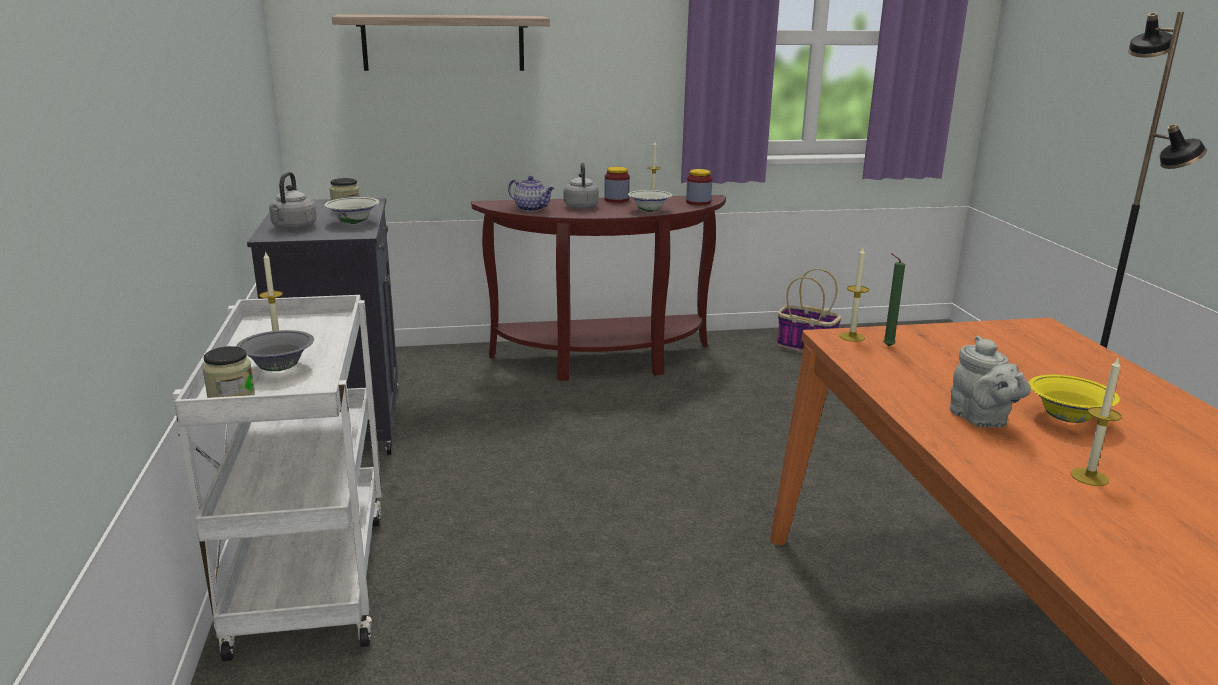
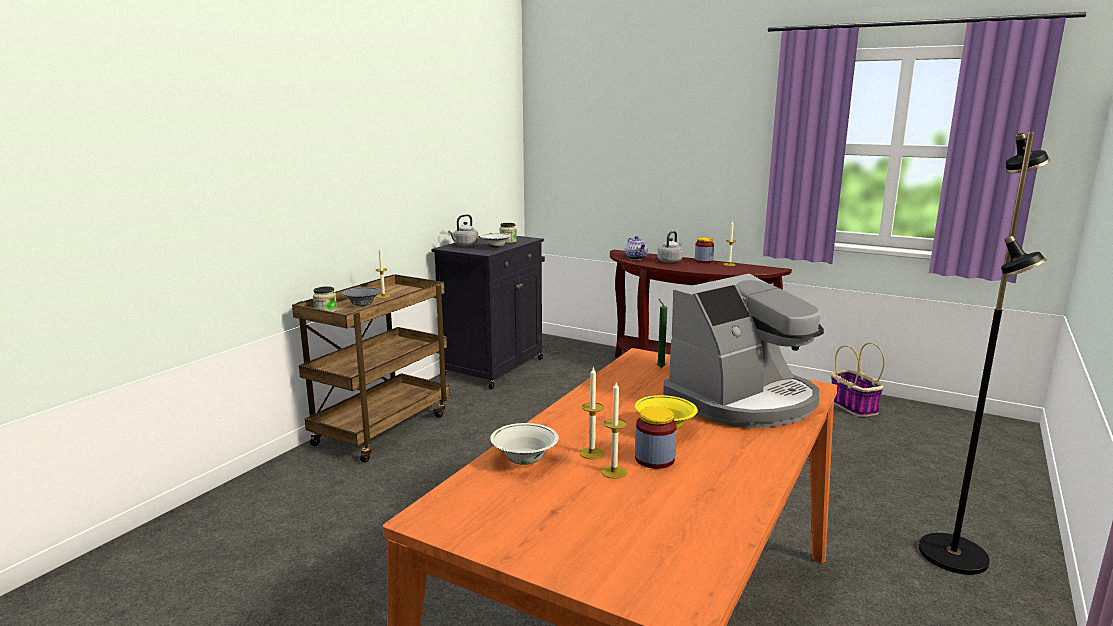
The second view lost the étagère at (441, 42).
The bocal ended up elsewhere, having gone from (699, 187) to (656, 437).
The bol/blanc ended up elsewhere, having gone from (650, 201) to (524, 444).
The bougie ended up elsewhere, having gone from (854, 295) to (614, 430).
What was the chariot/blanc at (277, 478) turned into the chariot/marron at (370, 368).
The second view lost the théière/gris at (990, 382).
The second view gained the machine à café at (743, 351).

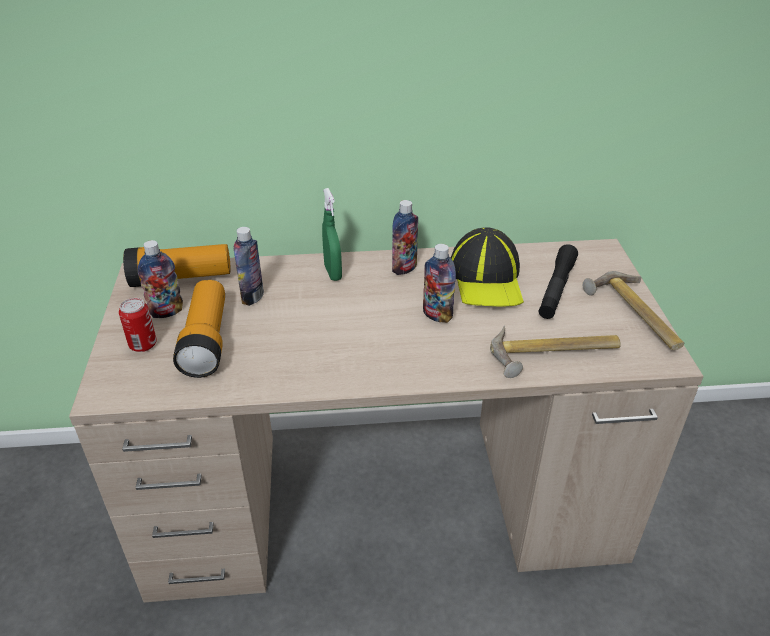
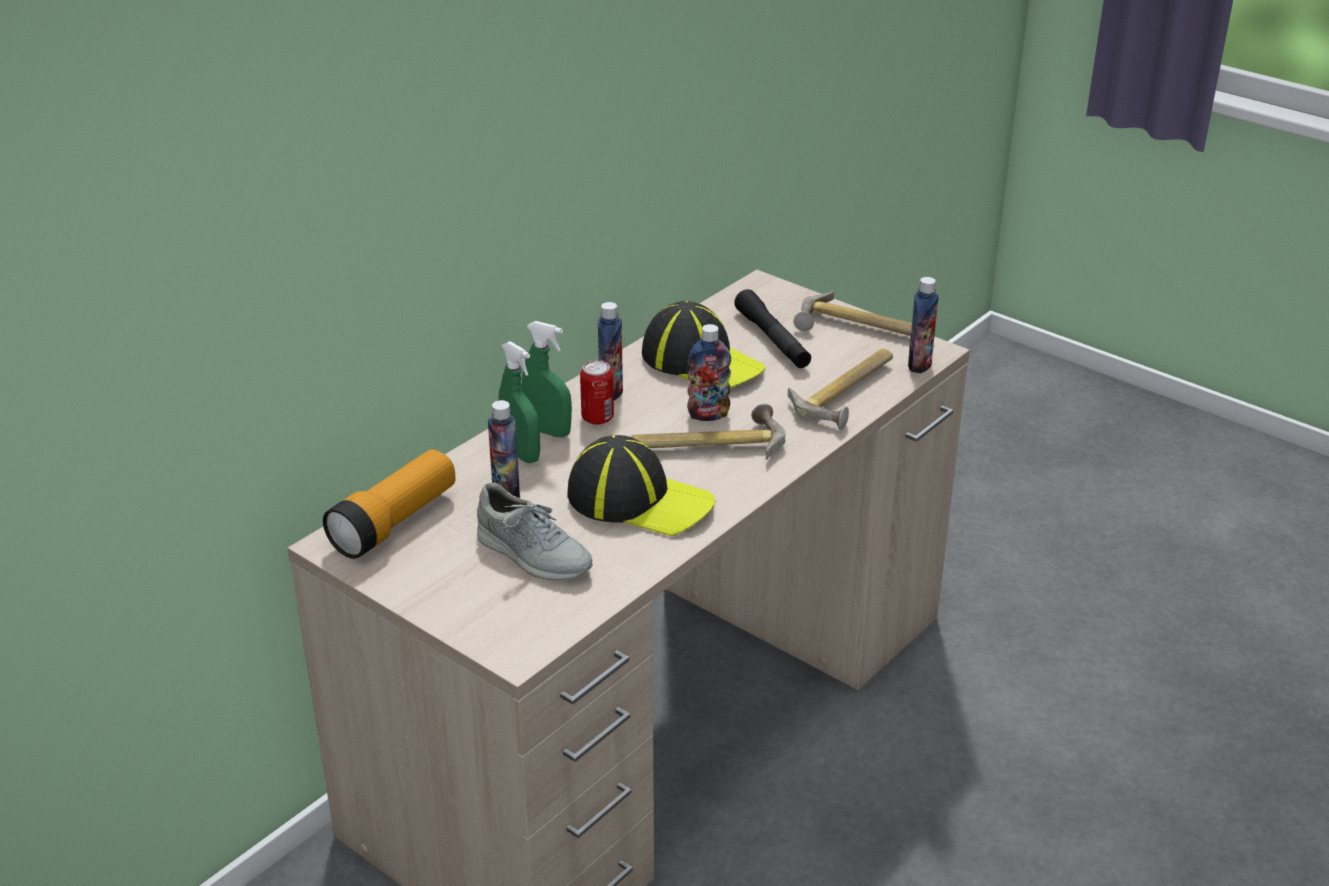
The bouteille ended up elsewhere, having gone from (160, 279) to (923, 325).
Where the lampe de poche stood at (199, 329), the chaussure/gris came to stand at (535, 532).
The boîte métallique ended up elsewhere, having gone from (138, 325) to (597, 392).
The second view gained the vaporisateur/vert at (519, 402).
The second view gained the marteau at (708, 432).
The second view gained the casquette at (641, 485).

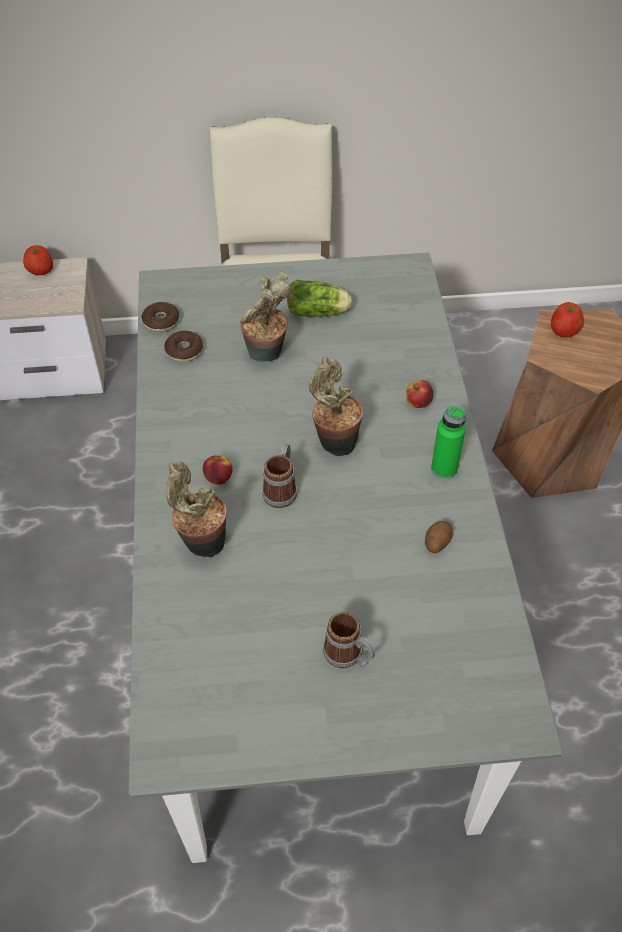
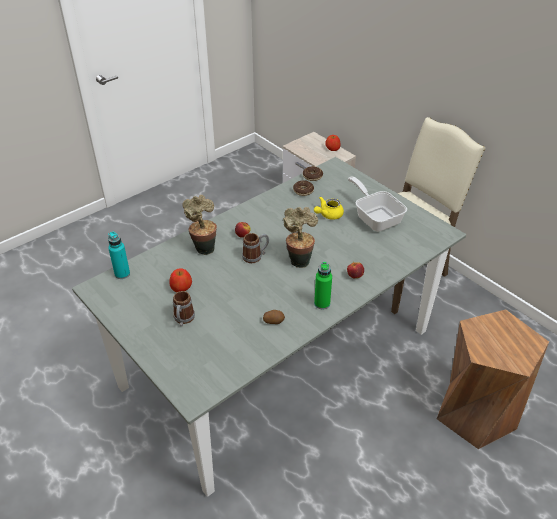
Where the plante en pot stood at (266, 316), the théière/jaune came to stand at (329, 208).
Where the laitue stood at (319, 298), the poêle came to stand at (377, 204).
The pomme ended up elsewhere, having gone from (567, 320) to (180, 280).
The second view gained the bouteille/turquoise at (119, 255).

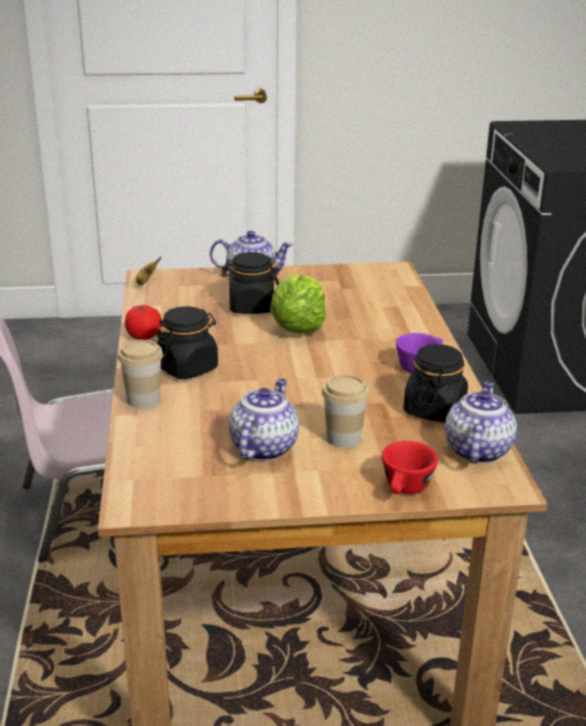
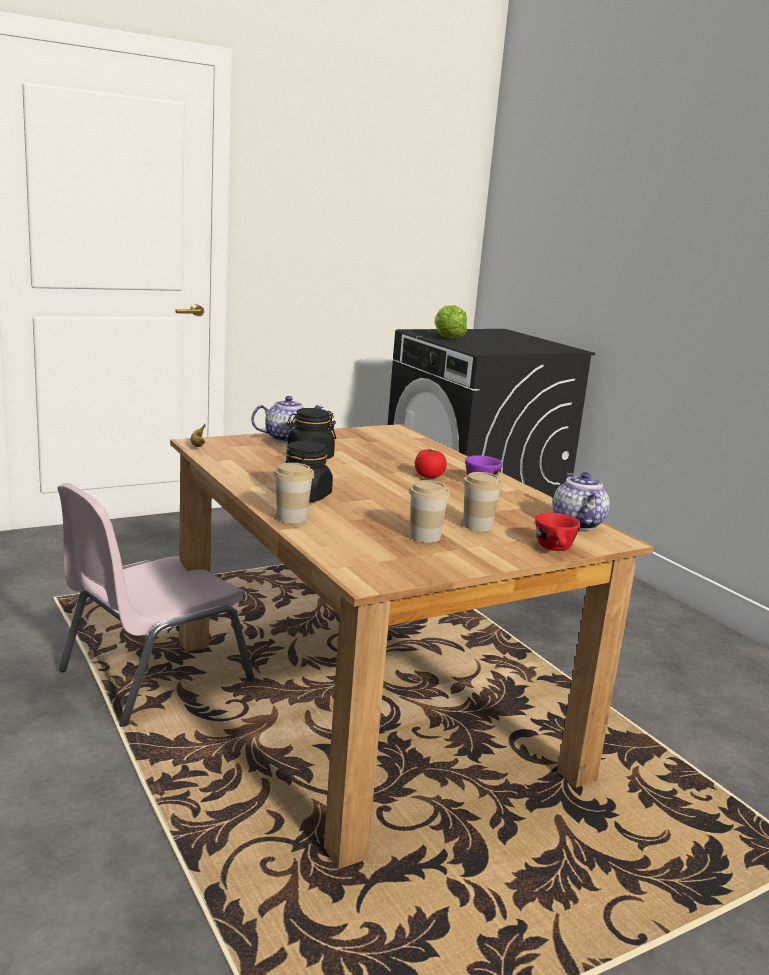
The laitue ended up elsewhere, having gone from (298, 303) to (451, 322).
The tomate ended up elsewhere, having gone from (143, 322) to (431, 463).
The second view lost the bocal/noir at (435, 383).
Where the théière stood at (264, 420), the tasse came to stand at (429, 511).

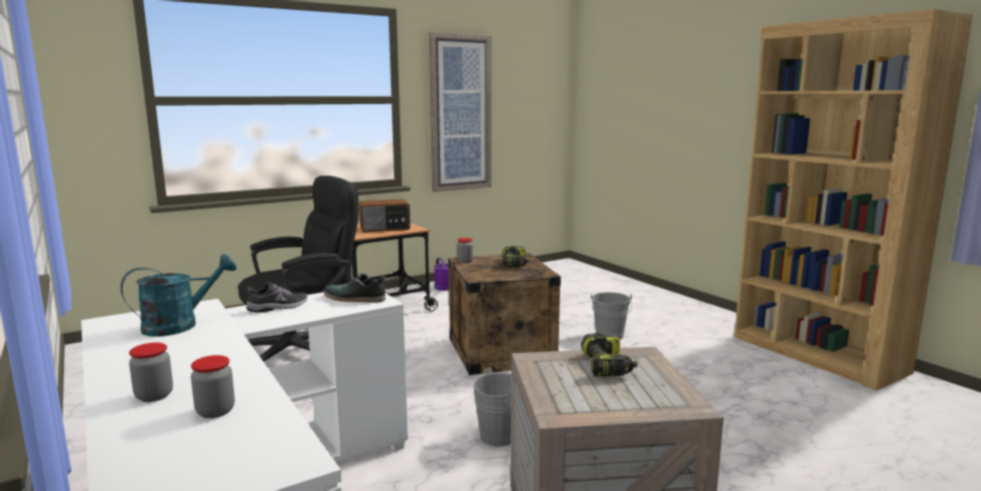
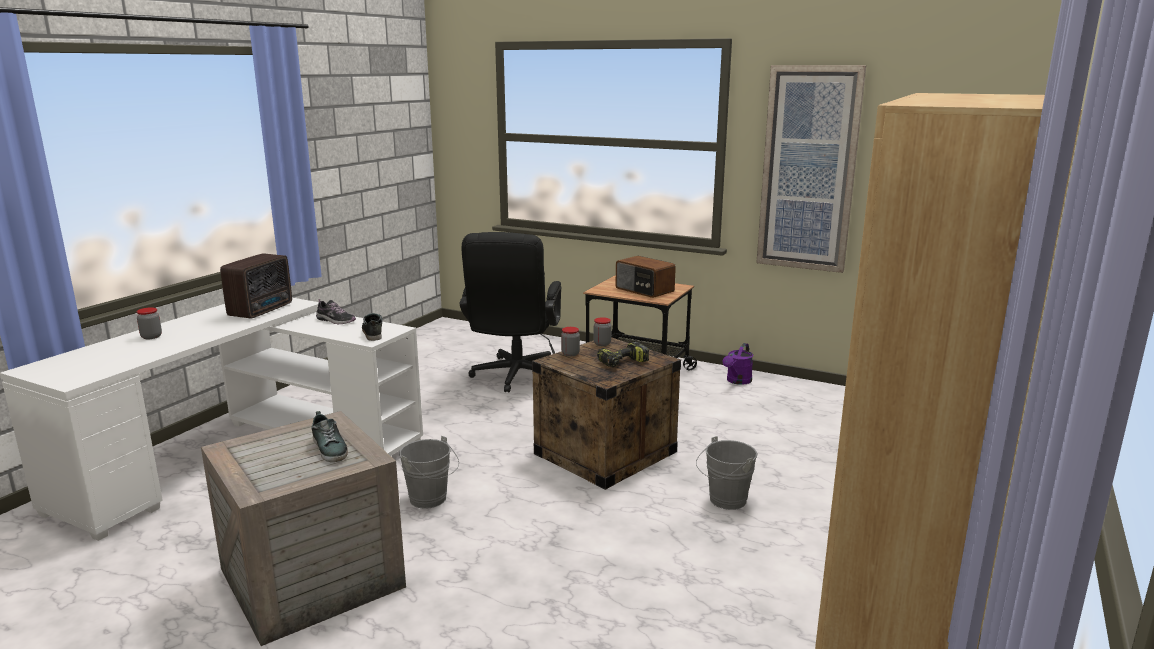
The chaise de bureau/noir at (298, 268) ended up facing another way, 75 degrees clockwise from before.
Where the arrosoir/turquoise stood at (178, 295), the radio came to stand at (256, 285).
Where the perceuse stood at (609, 354), the chaussure came to stand at (329, 436).
The bocal ended up elsewhere, having gone from (213, 386) to (570, 341).

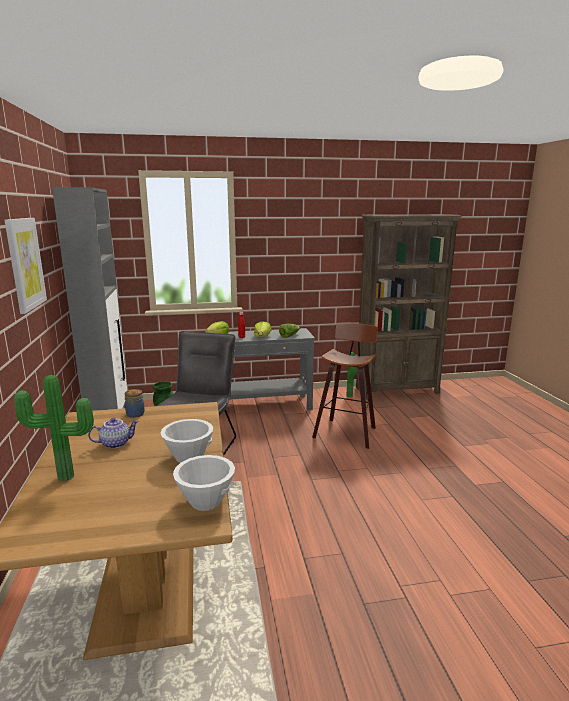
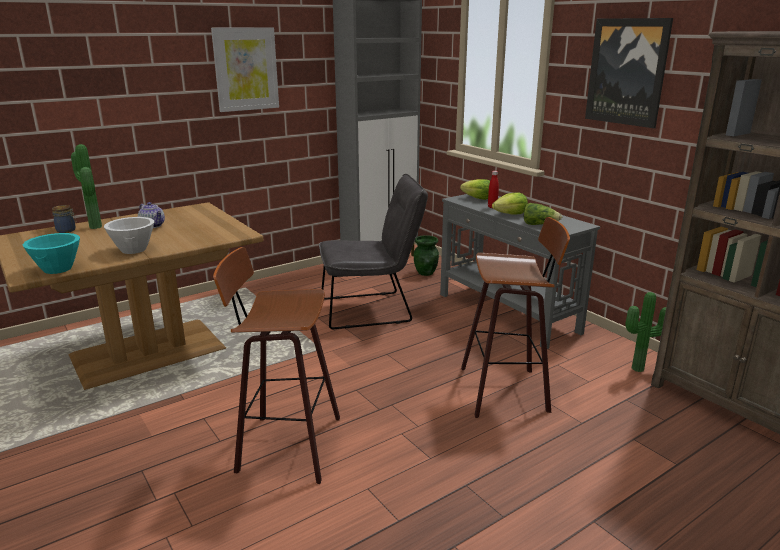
The bocal ended up elsewhere, having gone from (134, 403) to (64, 219).
What was the bol/blanc at (204, 483) turned into the bol/turquoise at (51, 253).
The second view gained the tableau at (629, 73).
The second view gained the tabouret at (276, 365).

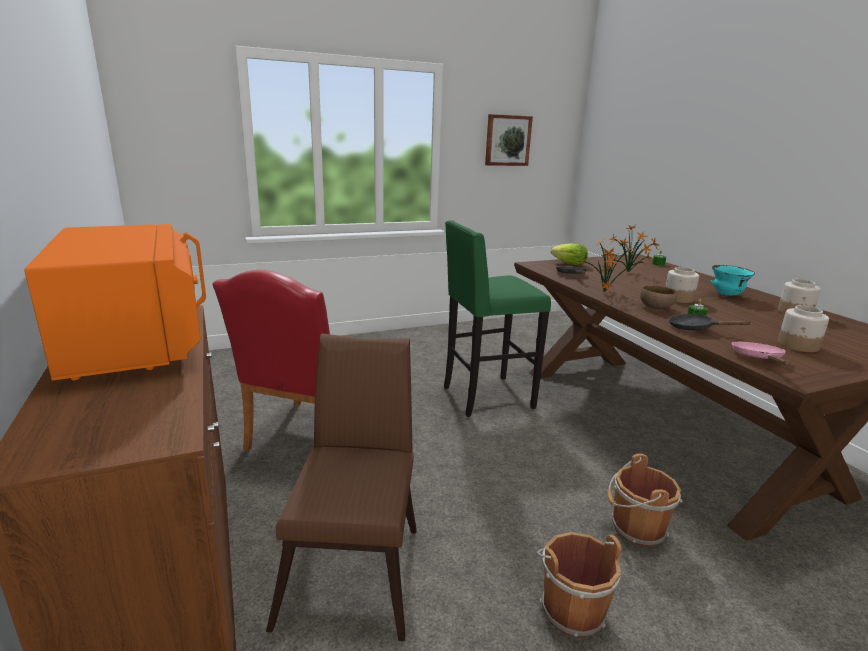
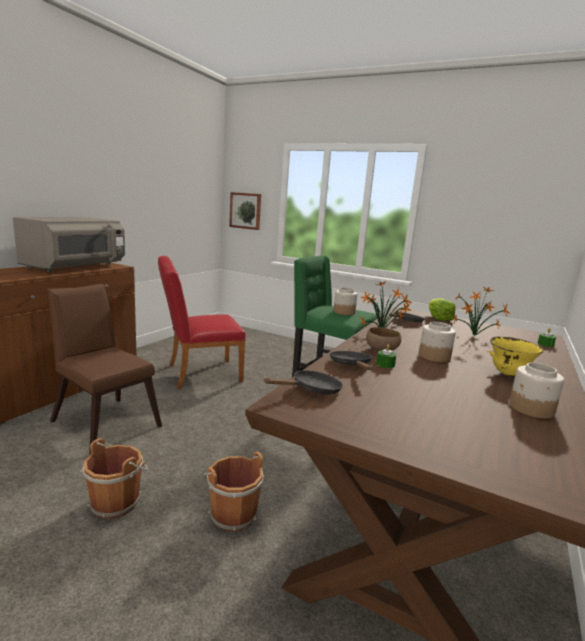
The tableau ended up elsewhere, having gone from (509, 140) to (245, 211).
What was the micro-ondes/orange at (115, 302) turned into the micro-ondes/gris at (69, 244).
What was the bol/turquoise at (732, 280) turned into the bol/jaune at (516, 357).
The bocal ended up elsewhere, having gone from (803, 328) to (345, 301).
The chaise/marron at (341, 487) ended up facing another way, 105 degrees counterclockwise from before.
What was the poêle/rose at (761, 353) turned into the poêle/noir at (303, 382).

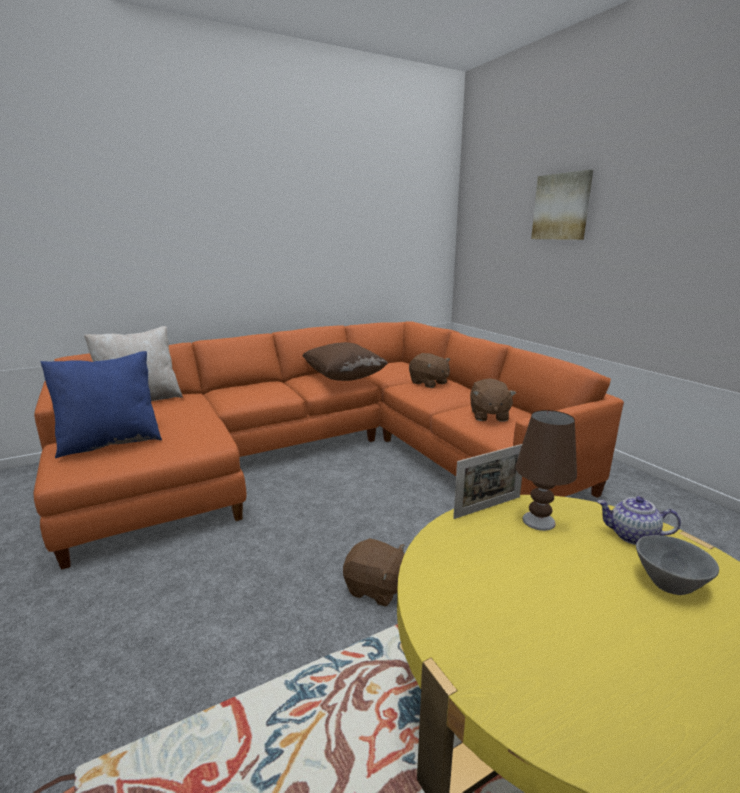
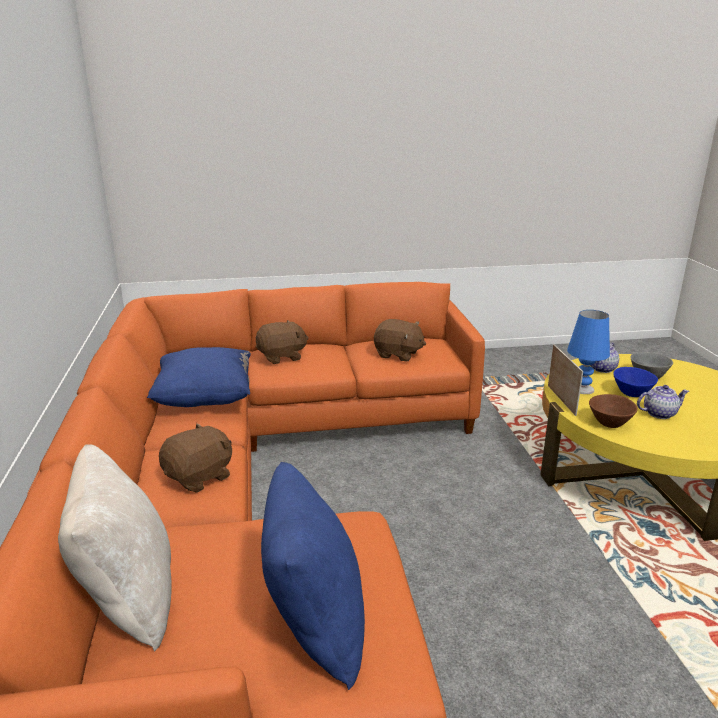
The second view lost the tableau at (562, 205).
What was the coussin/marron at (345, 361) turned into the coussin/bleu at (199, 377).
What was the lampe de table/marron at (546, 470) turned into the lampe de table/bleu at (588, 352).
The peluche/marron ended up elsewhere, having gone from (374, 572) to (195, 458).
The second view gained the bol/bleu at (635, 382).
The second view gained the théière at (663, 402).
The second view gained the bol/marron at (613, 411).

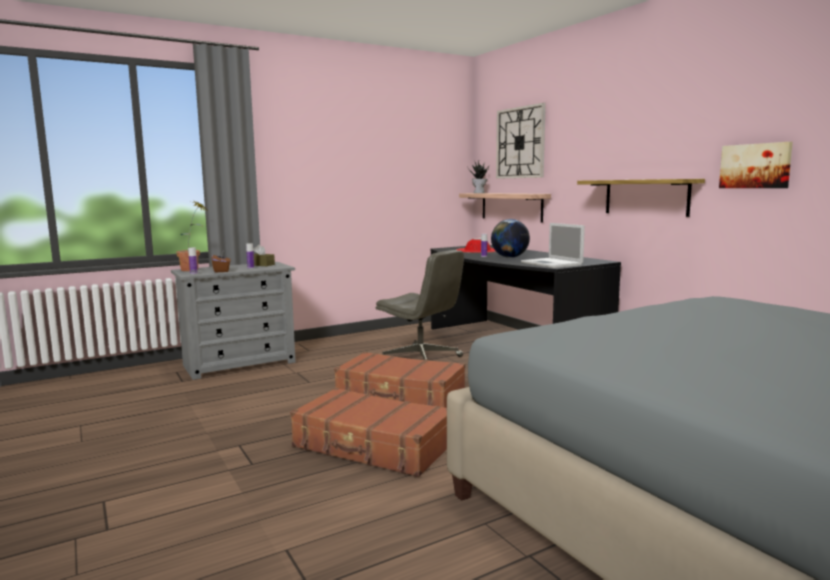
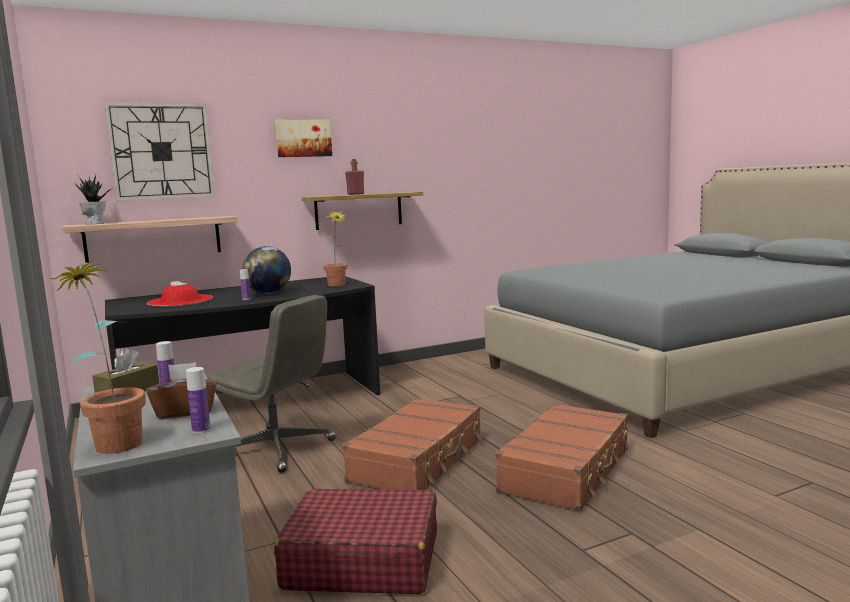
The tableau ended up elsewhere, having gone from (756, 165) to (303, 138).
Where the ordinateur portable stood at (553, 245), the plante en pot came to stand at (335, 248).
The chaise de bureau/gris at (420, 305) ended up facing another way, 75 degrees clockwise from before.
The second view gained the bouteille/rouge at (354, 177).
The second view gained the valise/rouge at (355, 541).

